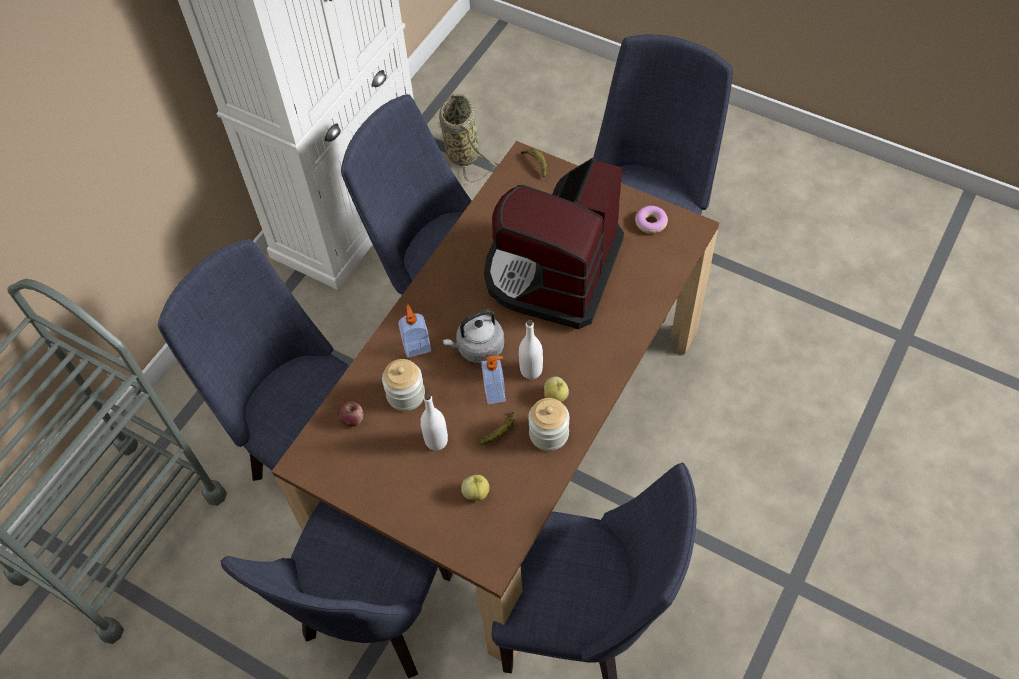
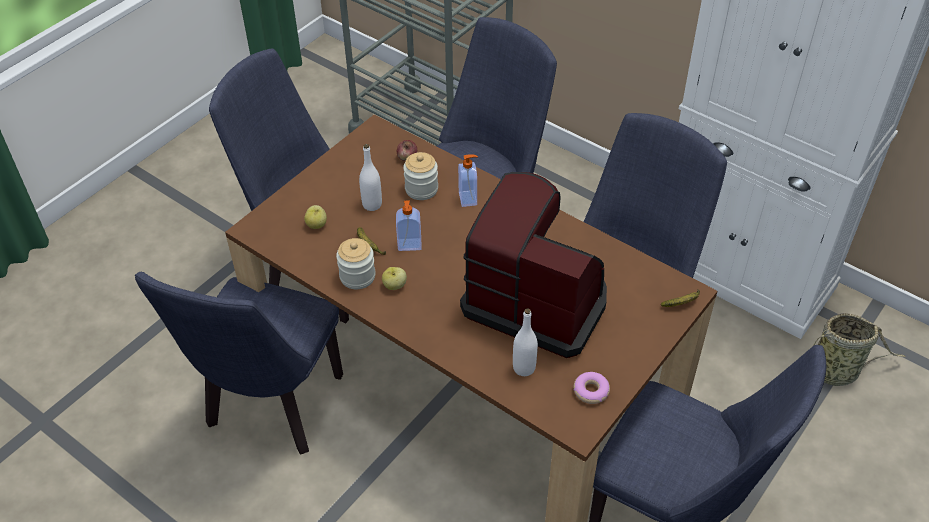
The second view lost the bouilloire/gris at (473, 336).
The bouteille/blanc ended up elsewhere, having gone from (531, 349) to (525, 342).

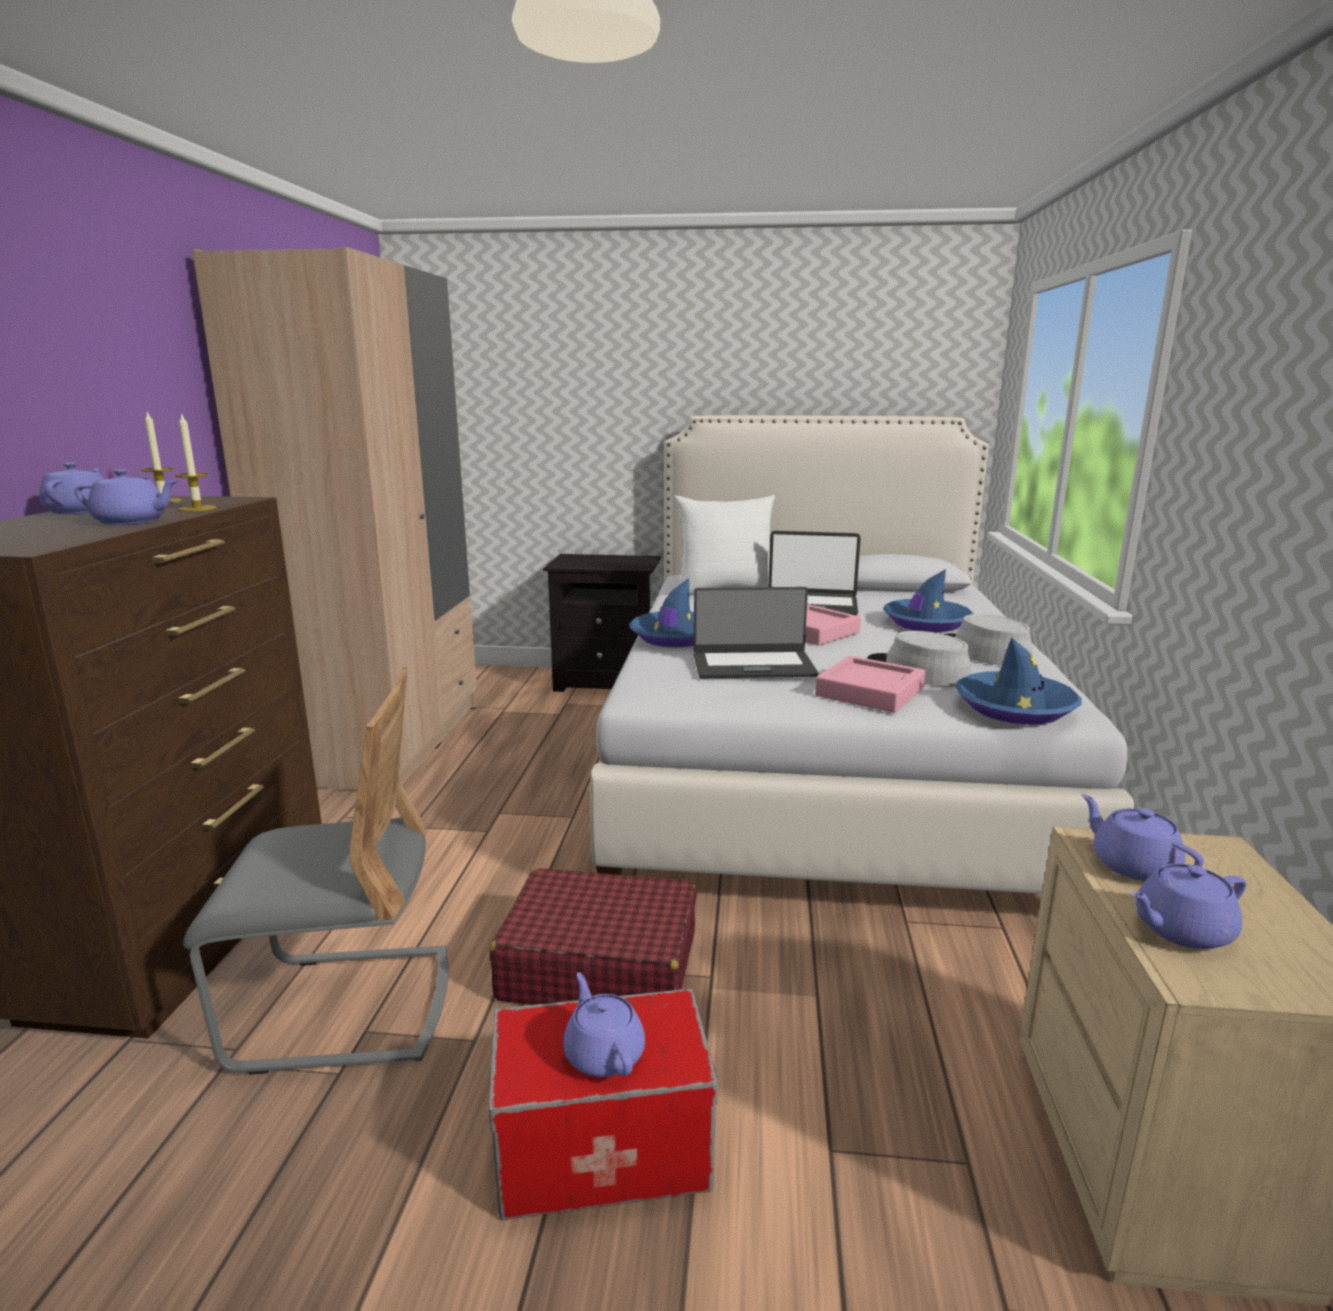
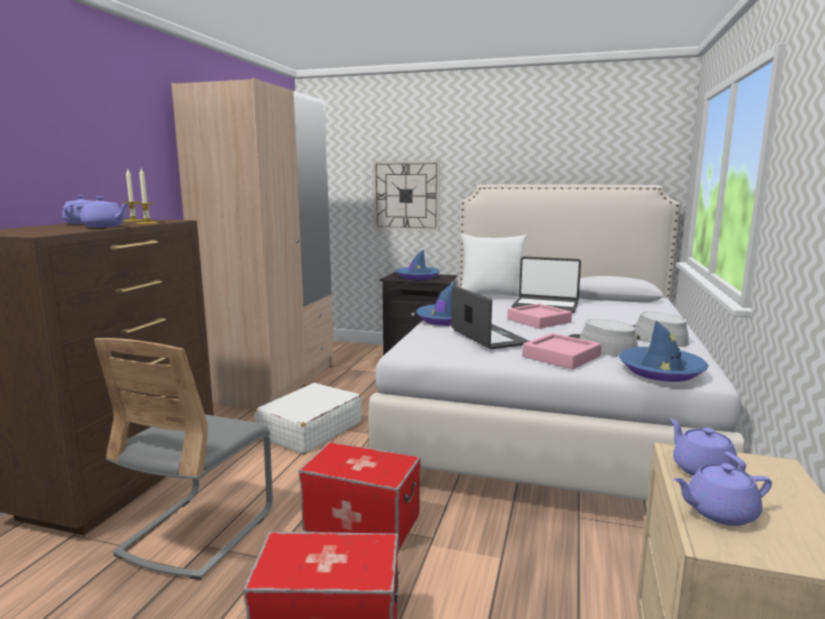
The chapeau/bleu ended up elsewhere, having gone from (928, 600) to (418, 264).
The ordinateur portable at (756, 632) ended up facing another way, 120 degrees counterclockwise from before.
The chaise/gris at (315, 871) ended up facing another way, 105 degrees clockwise from before.
Where the valise/rouge stood at (593, 936), the boîte de rangement came to stand at (359, 496).
The second view lost the théière/violet at (604, 1024).
The second view gained the horloge murale at (406, 195).
The second view gained the valise/blanc at (308, 418).

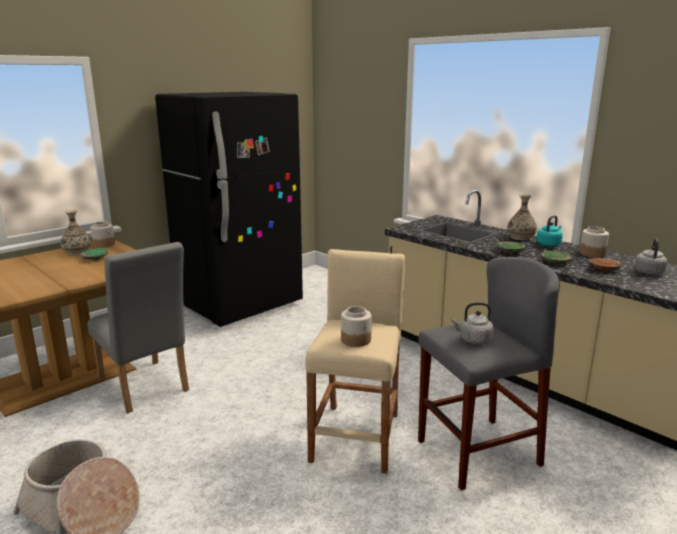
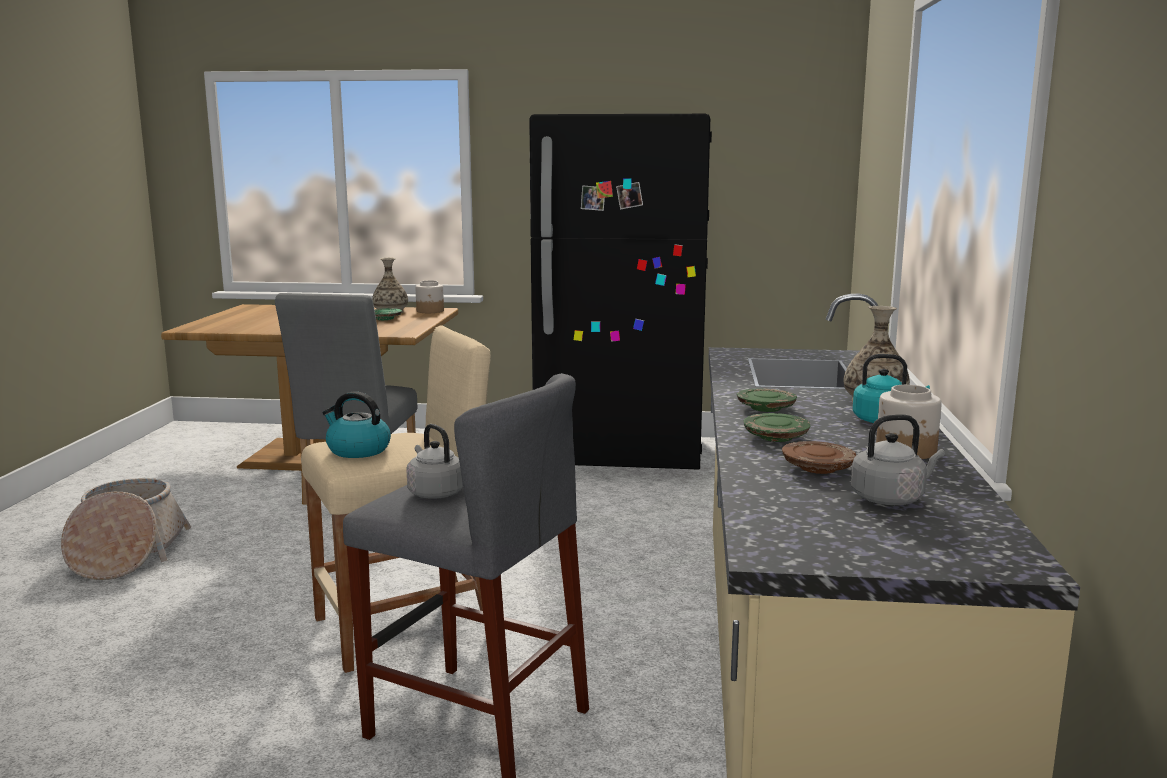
Where the bocal stood at (356, 326), the bouilloire came to stand at (356, 424).

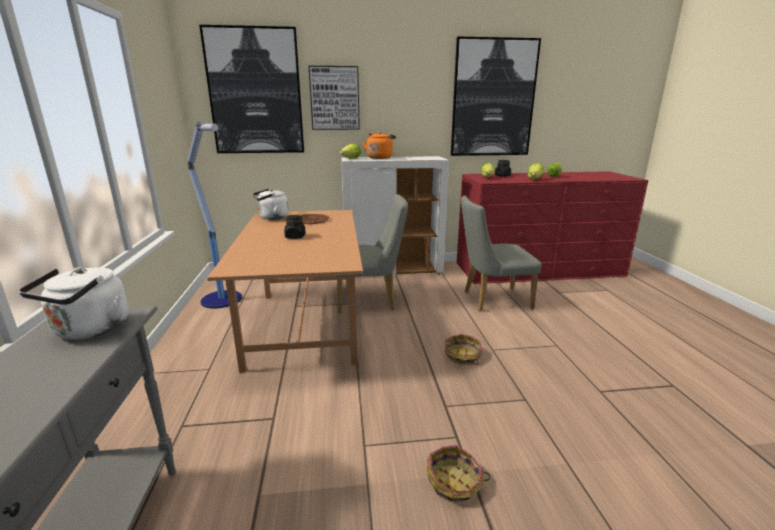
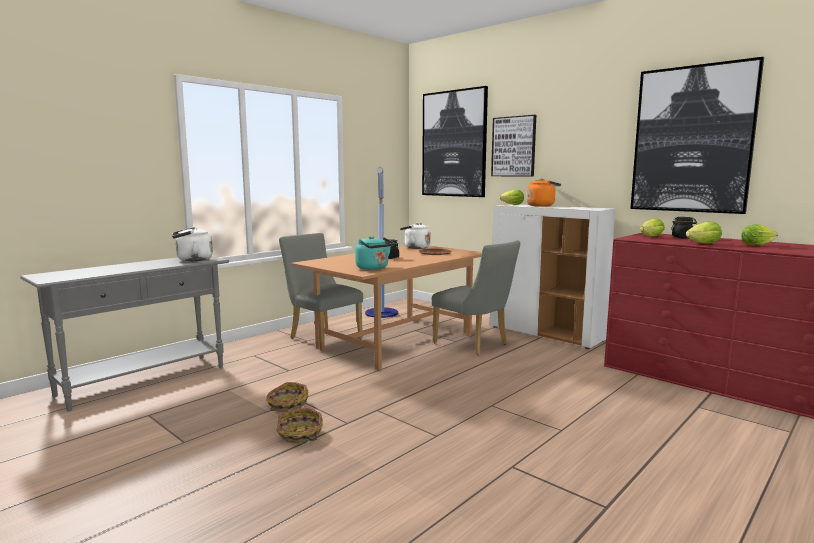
The chaise/gris ended up elsewhere, having gone from (501, 254) to (321, 292).
The panier ended up elsewhere, having gone from (463, 349) to (287, 397).
The second view gained the bouilloire/turquoise at (374, 253).

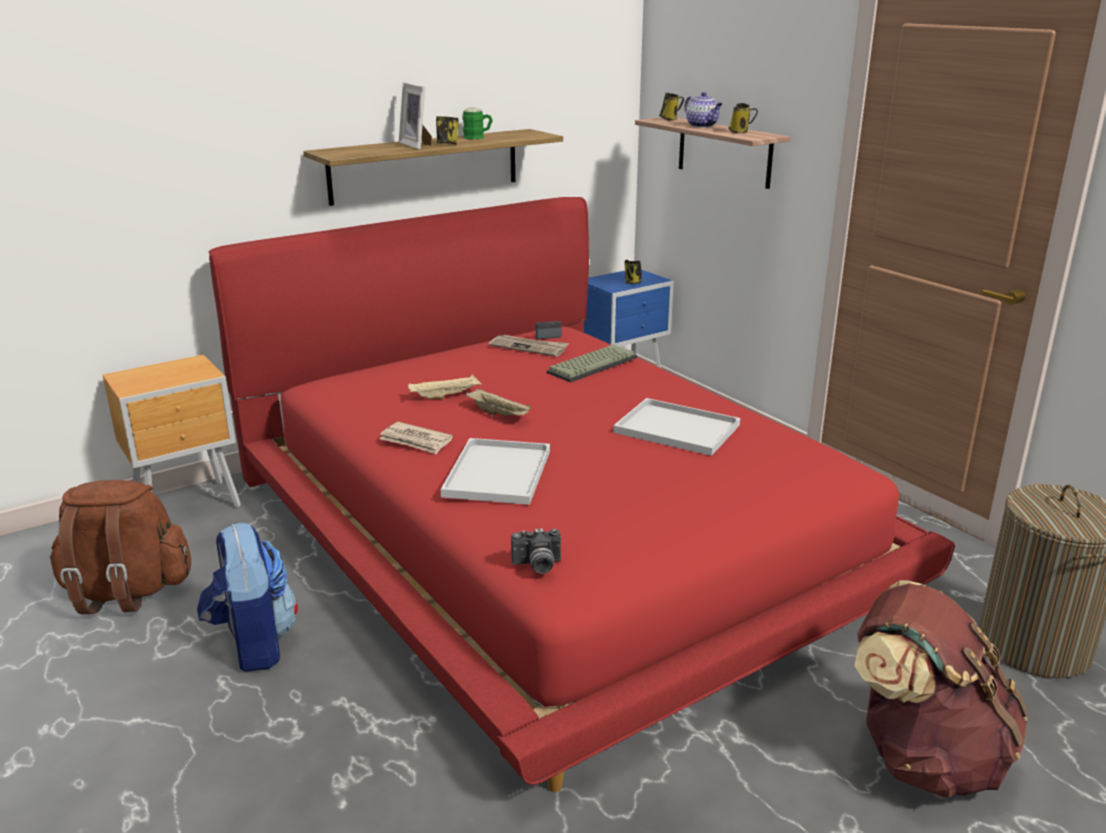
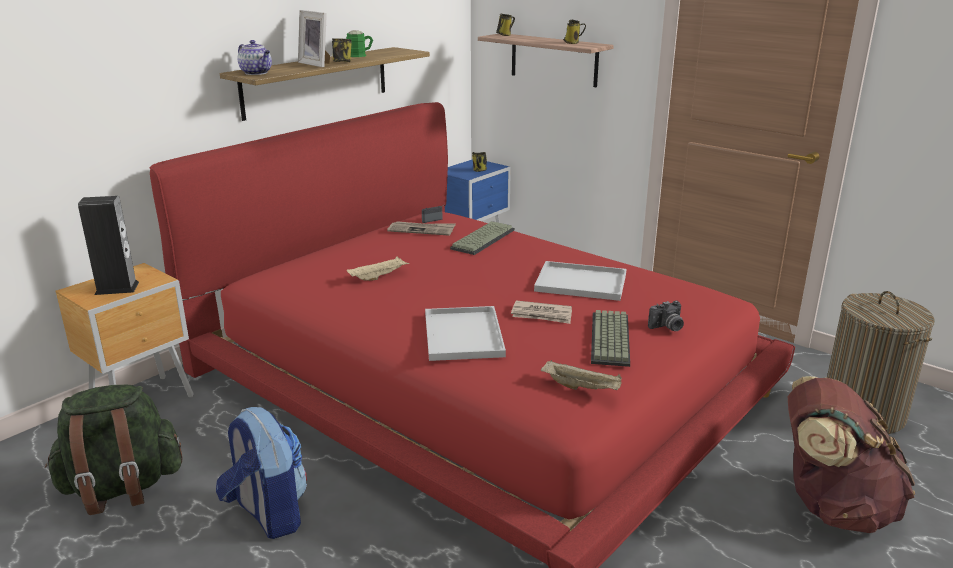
The théière ended up elsewhere, having gone from (704, 109) to (255, 57).
The plateau/beige ended up elsewhere, having gone from (499, 402) to (581, 375).
The journal ended up elsewhere, having gone from (416, 438) to (541, 312).
What was the sac à dos/marron at (120, 547) turned into the sac à dos/vert at (113, 450).
The appareil photo ended up elsewhere, having gone from (536, 551) to (666, 315).
The second view gained the enceinte at (108, 245).
The second view gained the clavier at (610, 338).

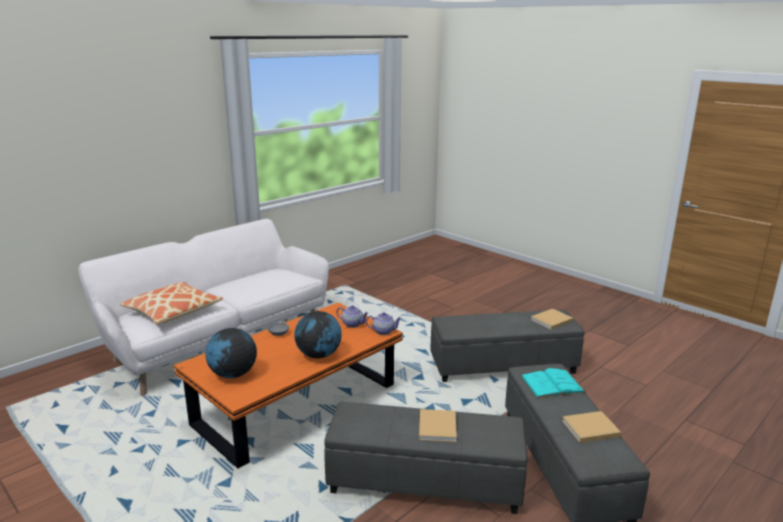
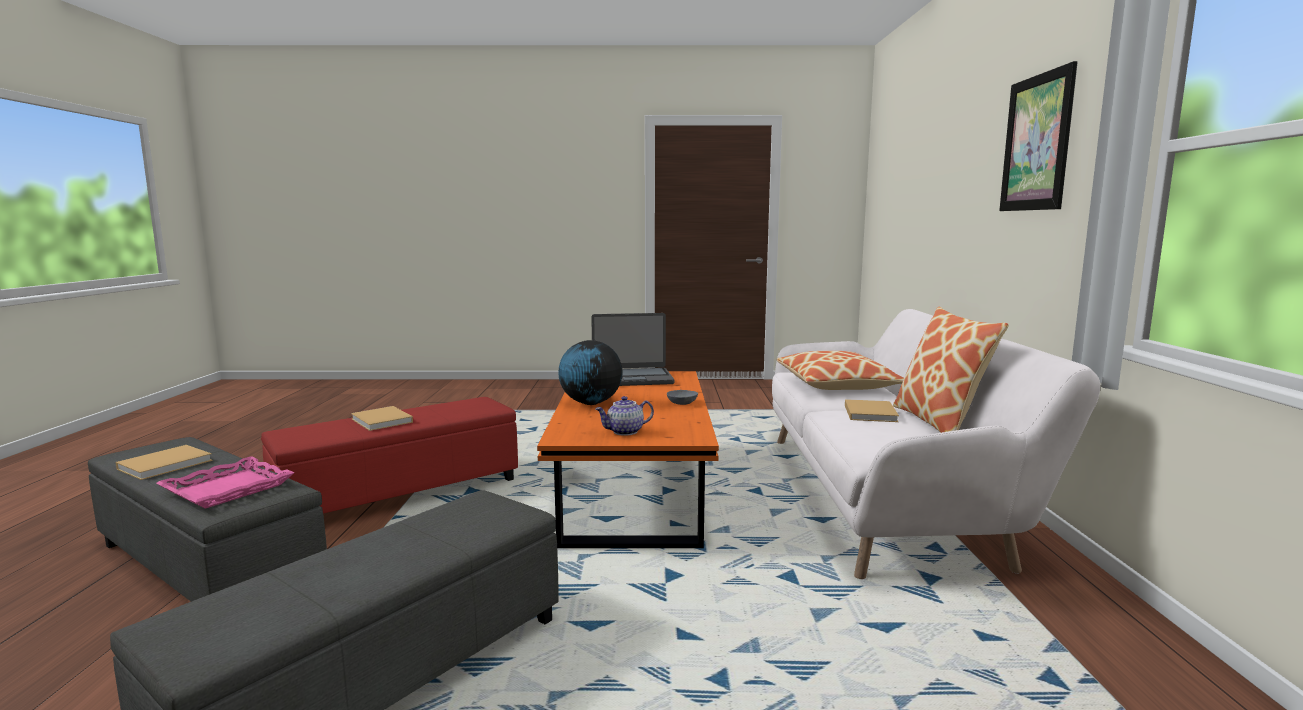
The livre/beige ended up elsewhere, having gone from (552, 319) to (872, 410).
The second view lost the théière at (384, 323).
Where the globe stood at (231, 353), the ordinateur portable came to stand at (633, 349).
Where the livre/turquoise stood at (553, 383), the plateau/rose came to stand at (225, 482).
What was the pouf/gris at (426, 458) turned into the pouf/rouge at (389, 455).
The second view gained the tableau at (1038, 136).
The second view gained the coussin at (951, 370).

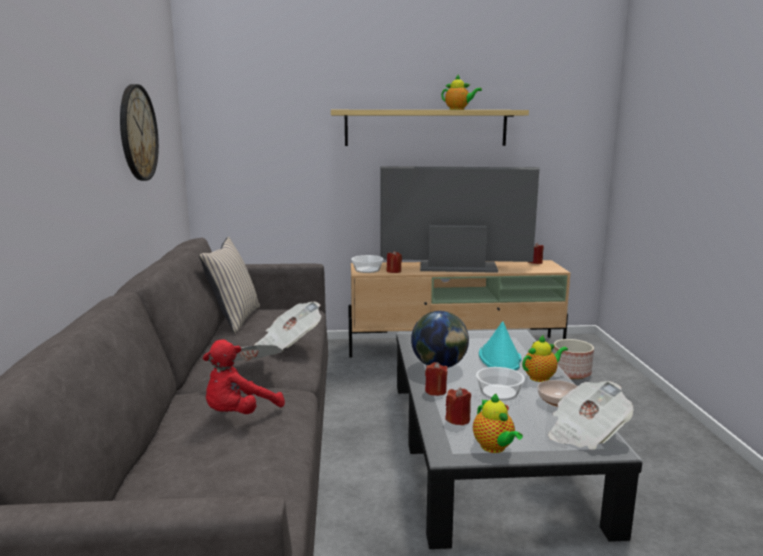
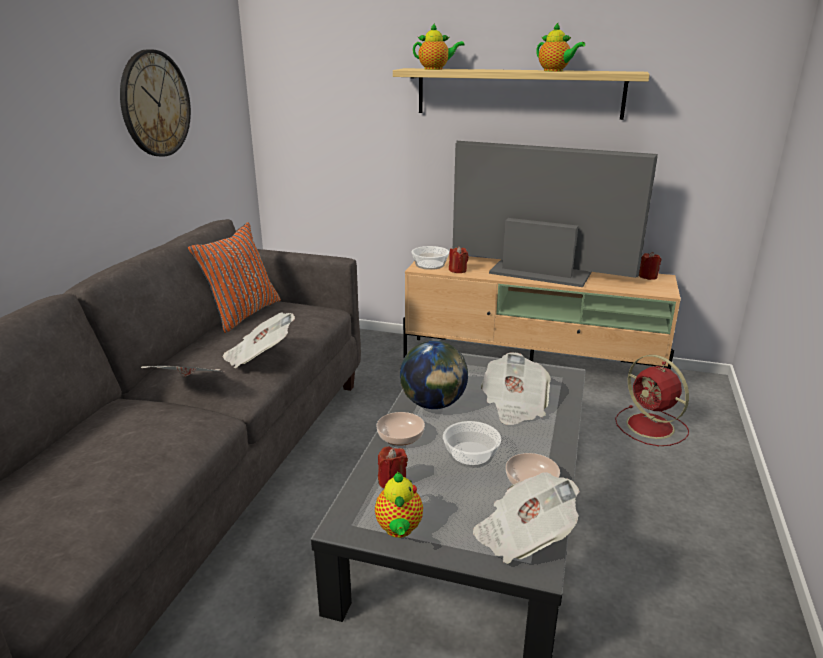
What was the coussin/beige at (229, 285) turned into the coussin/orange at (234, 277).
Where the chapeau/turquoise stood at (500, 345), the journal came to stand at (516, 388).
The théière ended up elsewhere, having gone from (545, 358) to (439, 46).
Where the cache-pot stood at (573, 359), the ventilateur/rouge came to stand at (652, 400).
The second view lost the peluche/rouge at (244, 377).
Where the bougie/rouge stood at (436, 379), the bol came to stand at (400, 429).

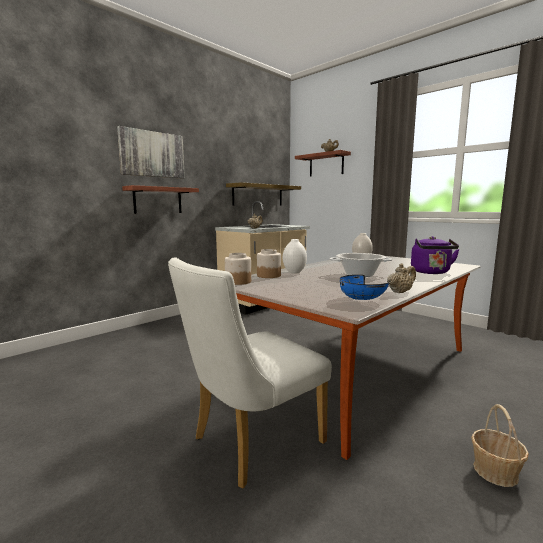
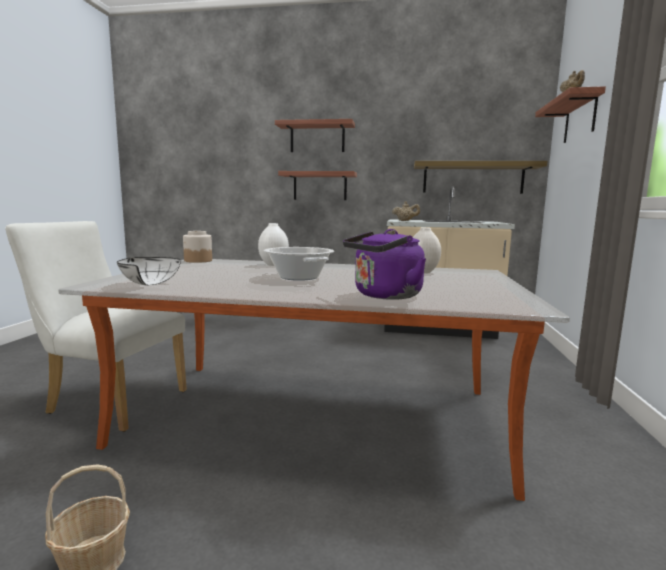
Where the tableau hung at (151, 152), the étagère came to hang at (315, 135).
The second view lost the bocal at (269, 263).
The second view lost the théière/beige at (401, 278).
What was the bol/bleu at (364, 287) turned into the bol/blanc at (149, 271).

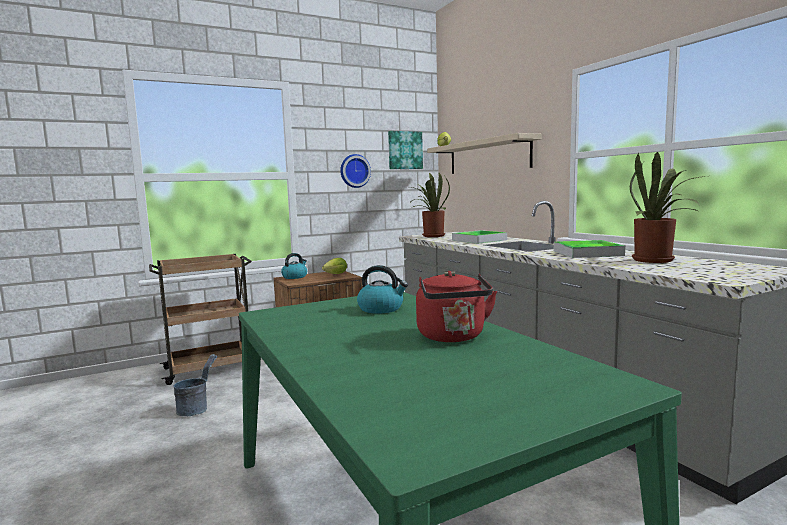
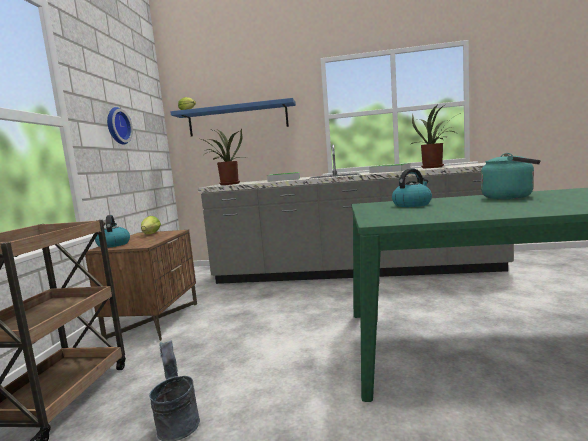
The second view lost the tableau at (405, 150).
What was the étagère/beige at (484, 153) turned into the étagère/bleu at (233, 117).
What was the bouilloire/rouge at (456, 306) turned into the bouilloire/turquoise at (511, 176).

